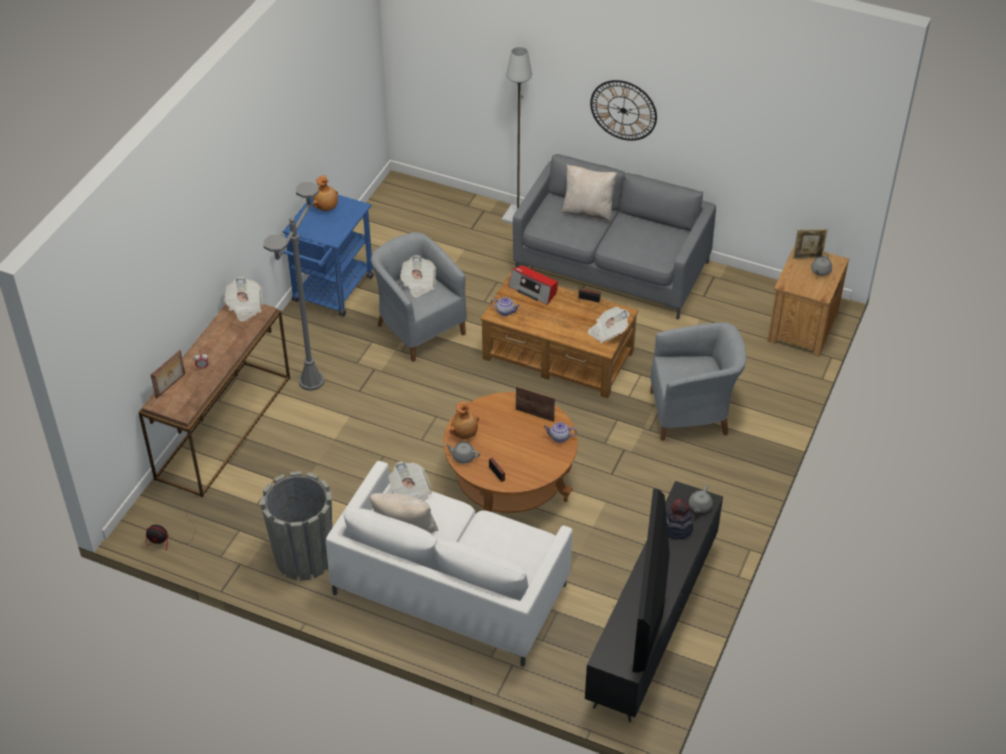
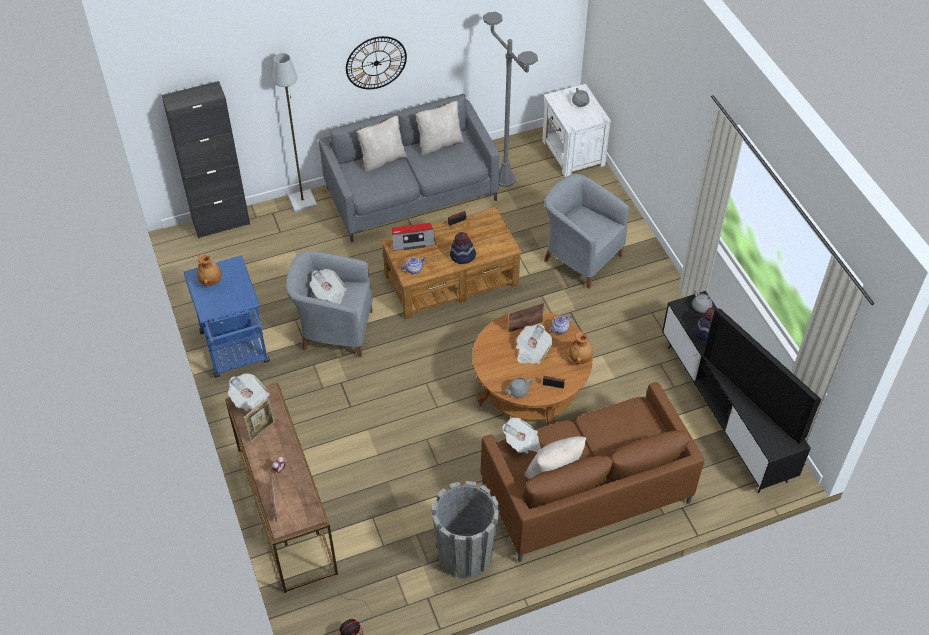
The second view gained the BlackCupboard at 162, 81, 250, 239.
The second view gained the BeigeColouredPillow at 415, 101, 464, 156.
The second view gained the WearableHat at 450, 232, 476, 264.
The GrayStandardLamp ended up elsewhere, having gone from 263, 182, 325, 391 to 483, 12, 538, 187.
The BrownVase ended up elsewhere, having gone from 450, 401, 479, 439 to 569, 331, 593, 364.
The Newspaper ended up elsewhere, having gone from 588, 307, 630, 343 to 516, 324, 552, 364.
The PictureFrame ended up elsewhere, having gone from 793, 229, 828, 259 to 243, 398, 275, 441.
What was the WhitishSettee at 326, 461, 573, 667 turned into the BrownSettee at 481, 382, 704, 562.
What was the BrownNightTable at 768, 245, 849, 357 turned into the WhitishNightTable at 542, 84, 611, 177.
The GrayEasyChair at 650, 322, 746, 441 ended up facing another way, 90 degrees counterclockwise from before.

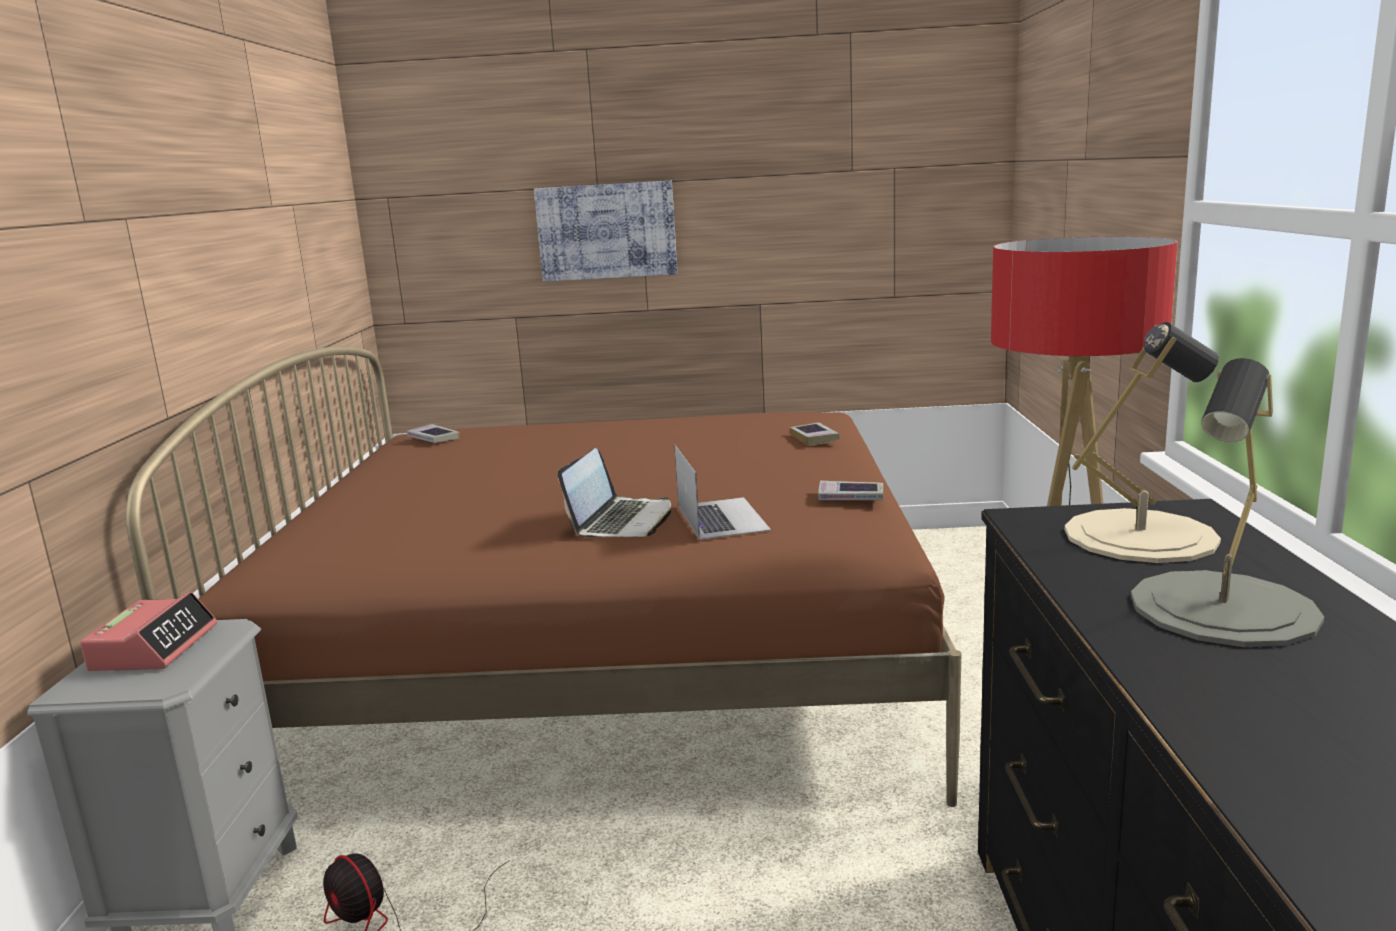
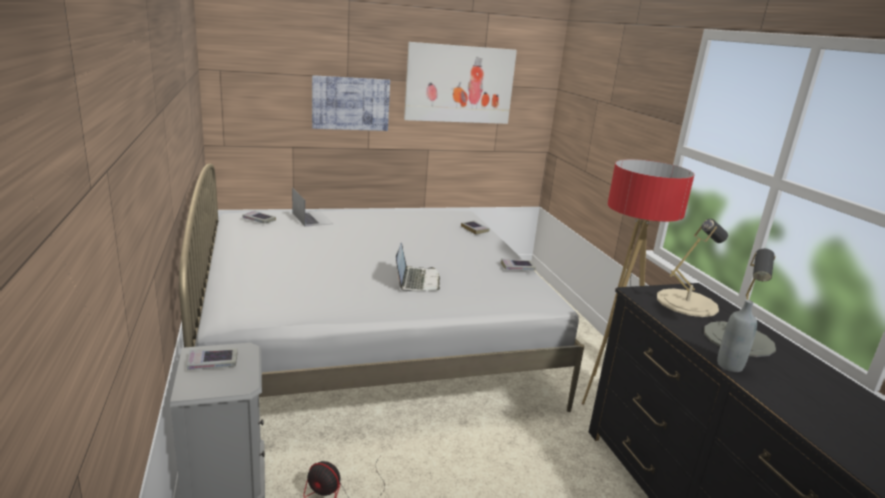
The second view gained the WallArt at 404, 42, 517, 124.
The second view gained the GrayDrinkBottle at 717, 300, 757, 372.
The NotebookComputer ended up elsewhere, having gone from 674, 445, 771, 540 to 292, 188, 333, 227.
Where the BedsideClock stood at 80, 592, 217, 671, the Book came to stand at 187, 348, 237, 370.
What was the BrownBed at 126, 346, 961, 807 turned into the WhitishBed at 179, 164, 584, 412.

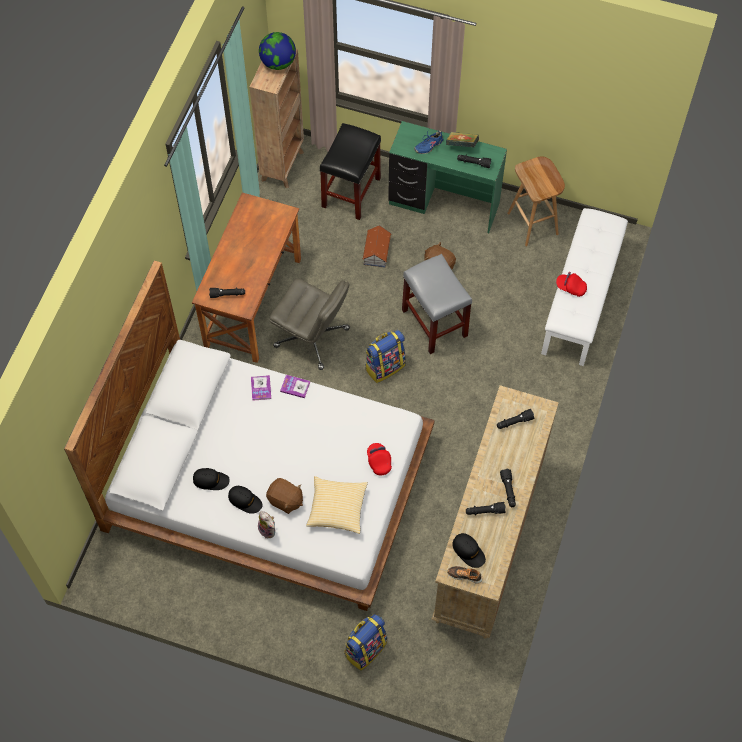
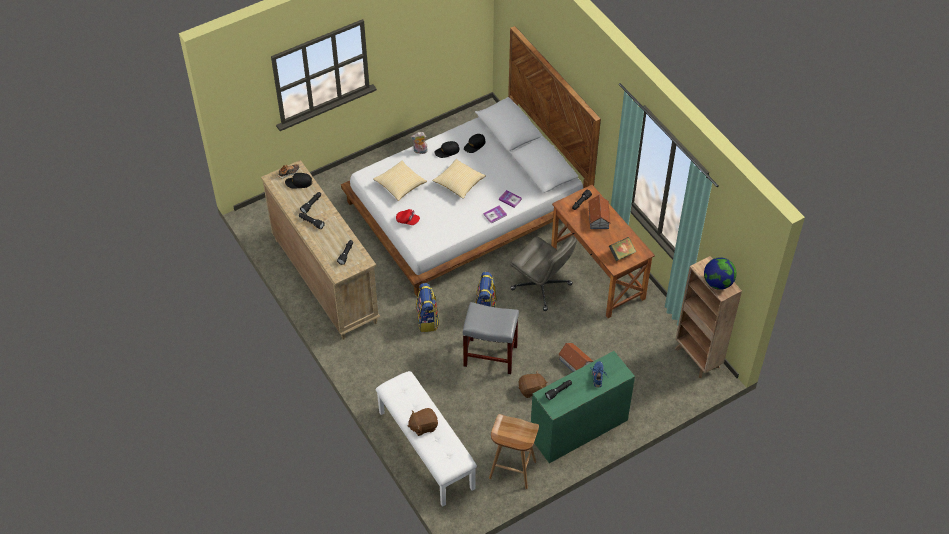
The second view lost the BlackStoolSeat at 320, 123, 381, 220.
The second view lost the ReddishPeakedCap at 556, 272, 587, 297.
The second view gained the Pillow at 432, 159, 486, 199.
The second view gained the ModelHouse at 588, 195, 611, 229.
The BrownSoftToy ended up elsewhere, having gone from 266, 478, 303, 514 to 407, 408, 438, 436.
The Knapsack ended up elsewhere, having gone from 345, 614, 387, 671 to 416, 283, 439, 332.
The Book ended up elsewhere, having gone from 446, 132, 479, 147 to 609, 237, 637, 261.
The GrayComputerChair at 269, 278, 350, 370 ended up facing another way, 120 degrees counterclockwise from before.

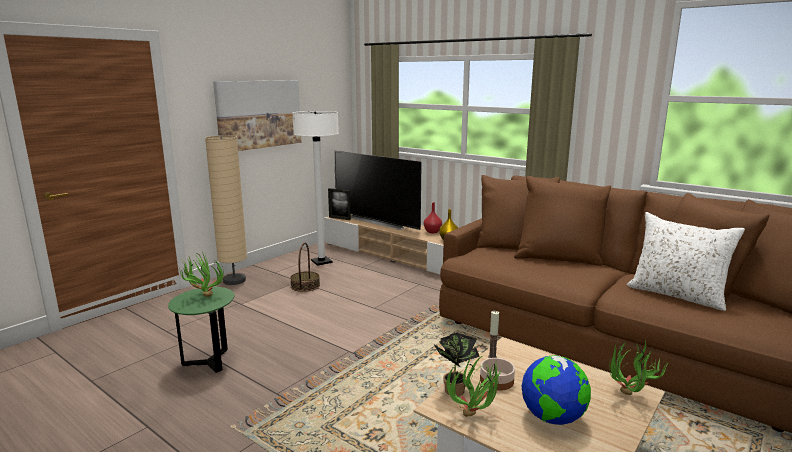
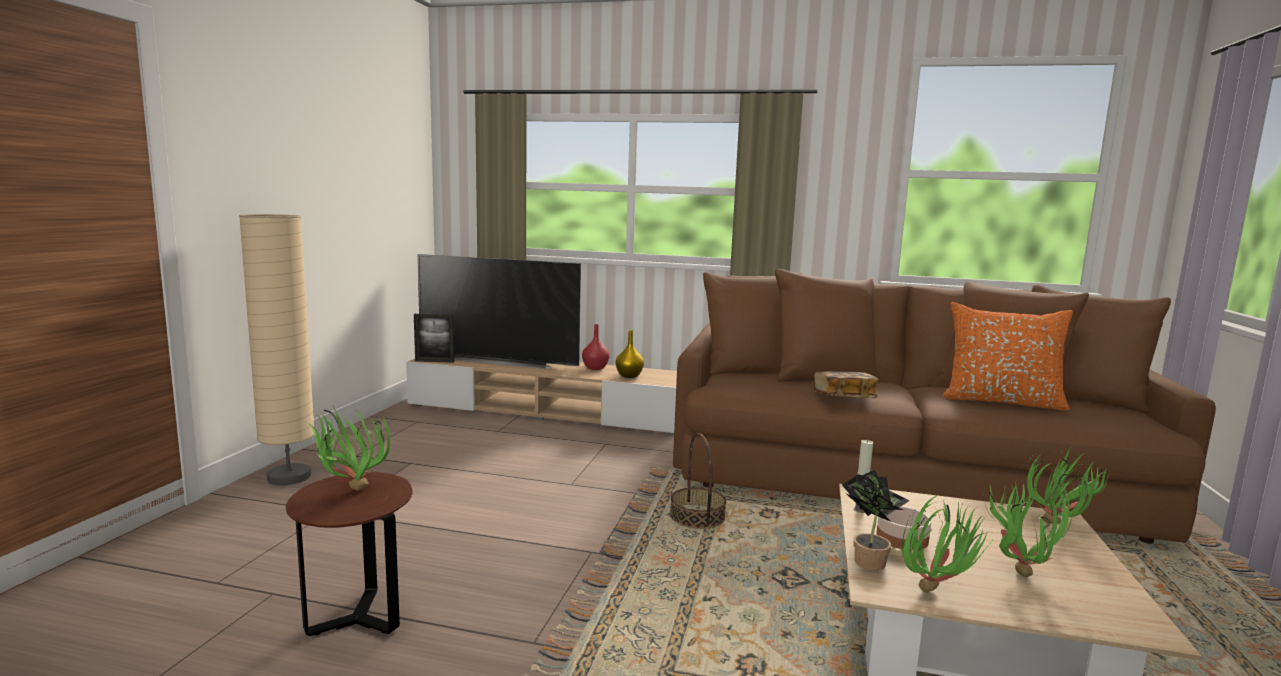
The second view lost the WallArt at 213, 80, 302, 151.
The second view lost the WhitishStandardLamp at 292, 111, 339, 266.
The second view gained the Book at 814, 371, 879, 398.
The StorageBasket ended up elsewhere, having gone from 290, 243, 320, 292 to 670, 433, 726, 529.
Where the DeskGlobe stood at 521, 355, 591, 425, the PottedPlant came to stand at 982, 482, 1076, 577.
What was the GreenAccentTable at 168, 287, 235, 373 turned into the BrownAccentTable at 286, 472, 413, 636.
What was the WhitishPillow at 627, 212, 745, 311 turned into the OrangePillow at 942, 302, 1073, 411.

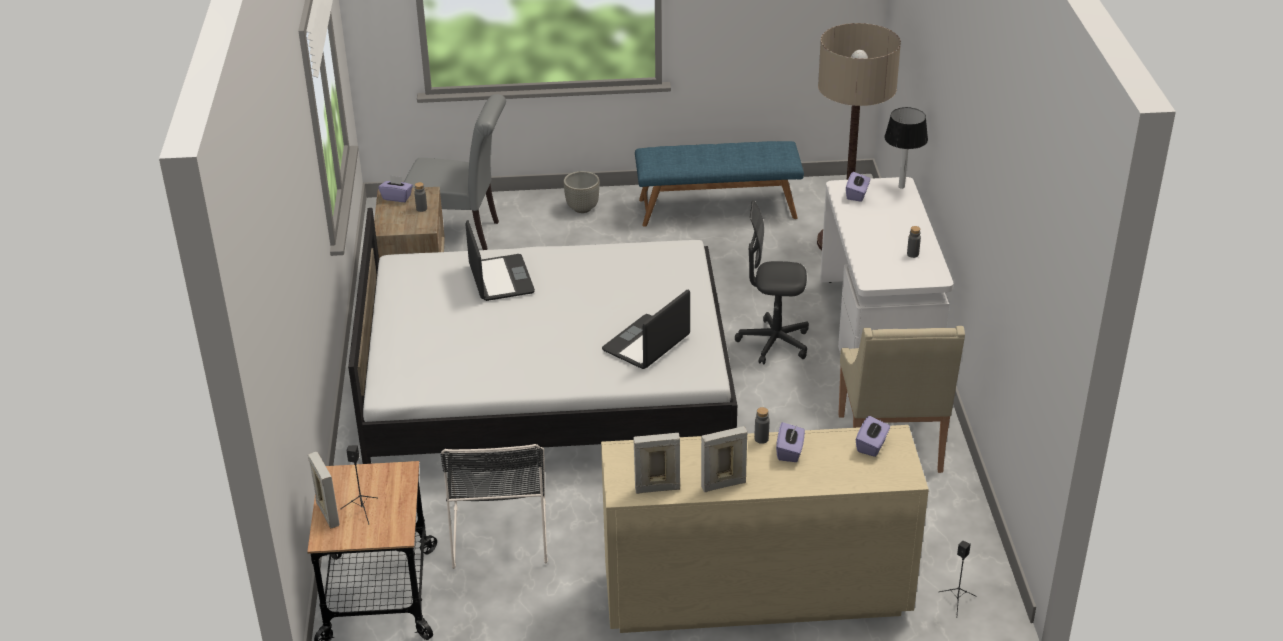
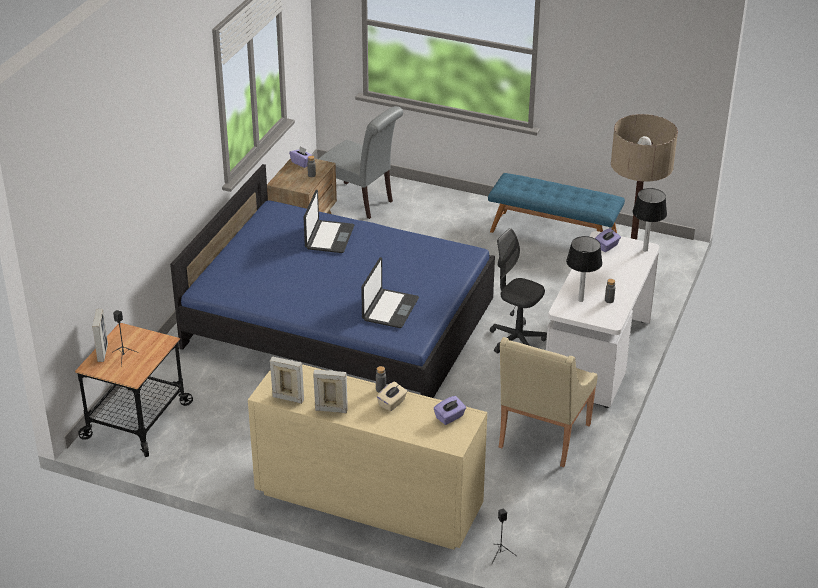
The second view lost the BlackChair at 440, 444, 548, 569.
The second view lost the GrayPlantPot at 563, 171, 600, 213.
The second view gained the LampForATable at 566, 236, 602, 302.
What was the WhitishBed at 348, 208, 737, 464 turned into the BlueBed at 170, 164, 495, 398.
What was the PurpleColouredBoxOfTissues at 776, 422, 805, 462 turned into the BeigeColouredBoxOfTissues at 377, 382, 407, 411.
The NotebookComputer at 602, 290, 690, 369 ended up facing another way, 135 degrees clockwise from before.

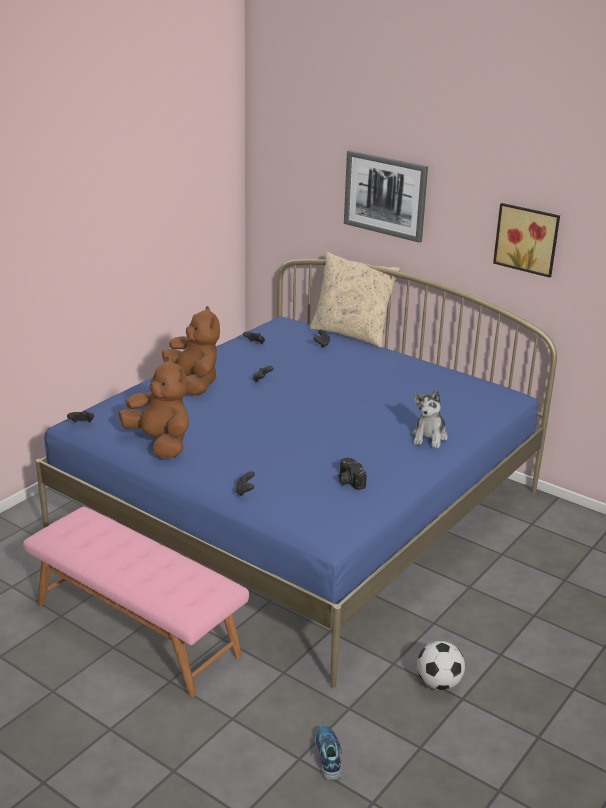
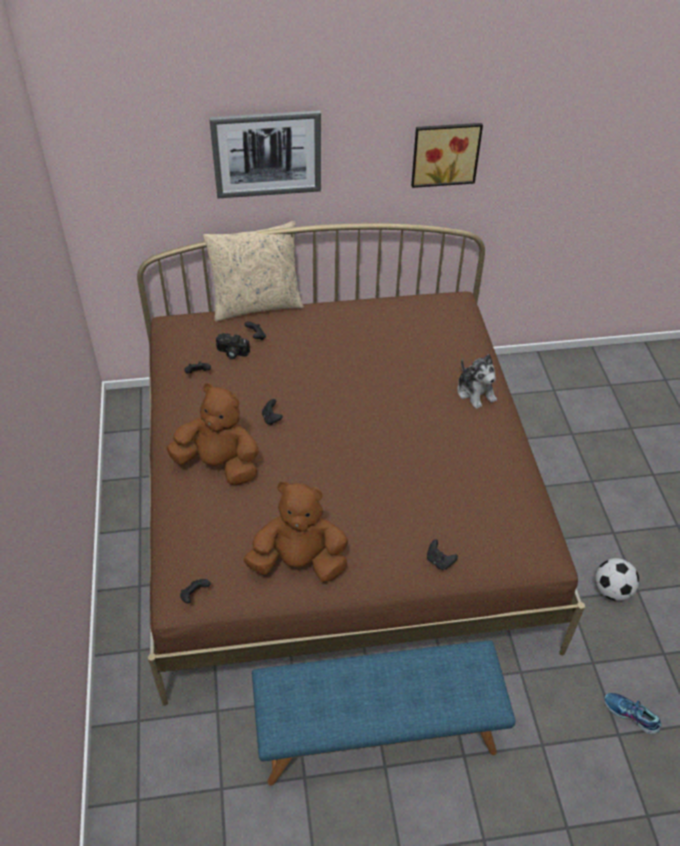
The StillCamera ended up elsewhere, having gone from 338, 457, 367, 490 to 216, 333, 250, 359.
What was the PinkColouredBench at 23, 507, 249, 697 turned into the BlueBench at 252, 640, 516, 786.
What was the BlueBed at 36, 259, 557, 688 turned into the BrownBed at 137, 223, 585, 706.

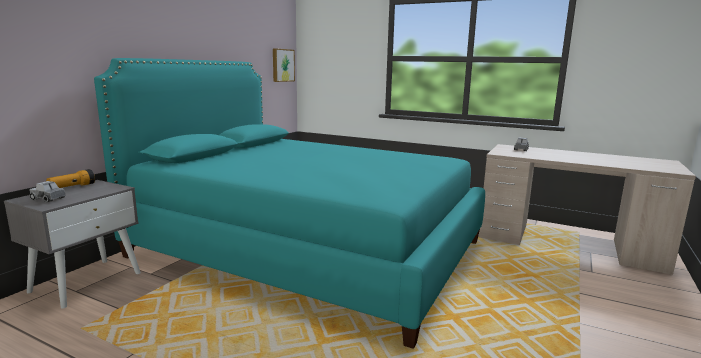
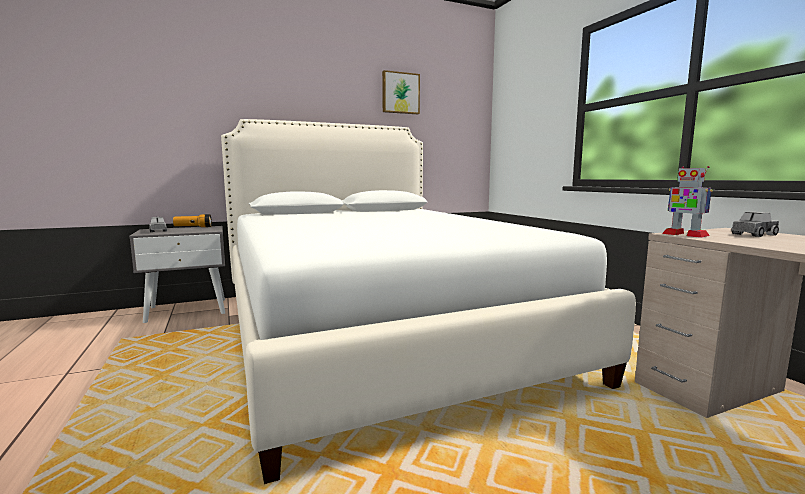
The second view gained the ModelRobot at 662, 166, 713, 238.
The WallArt ended up elsewhere, having gone from 273, 48, 295, 82 to 382, 70, 420, 114.
What was the TurquoiseBed at 94, 58, 485, 349 turned into the WhitishBed at 221, 119, 636, 484.

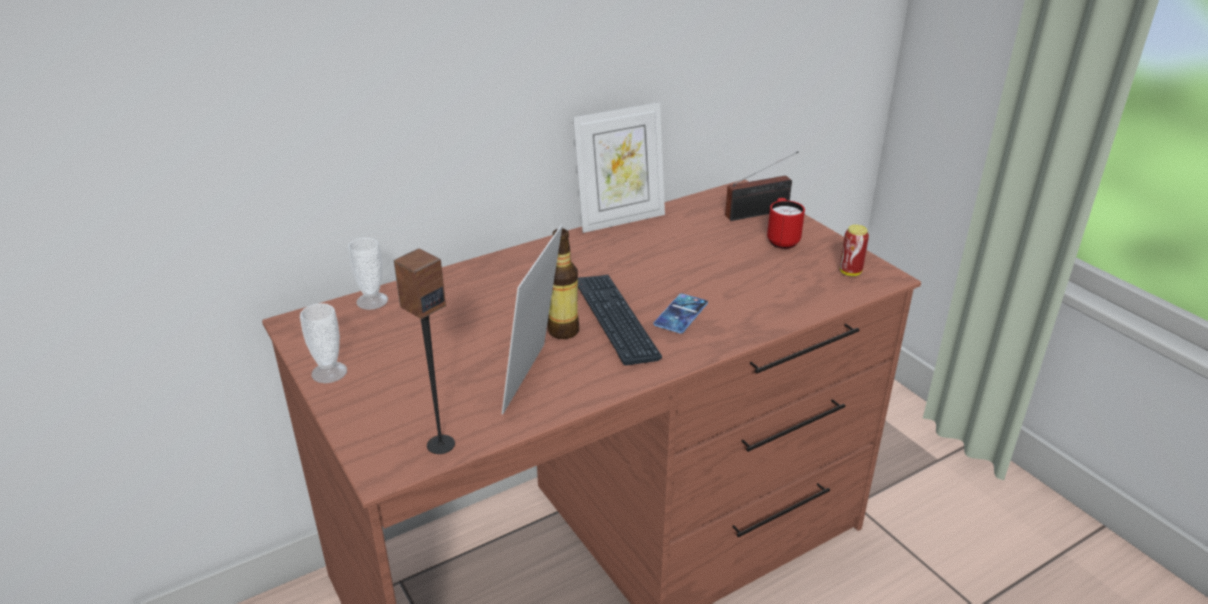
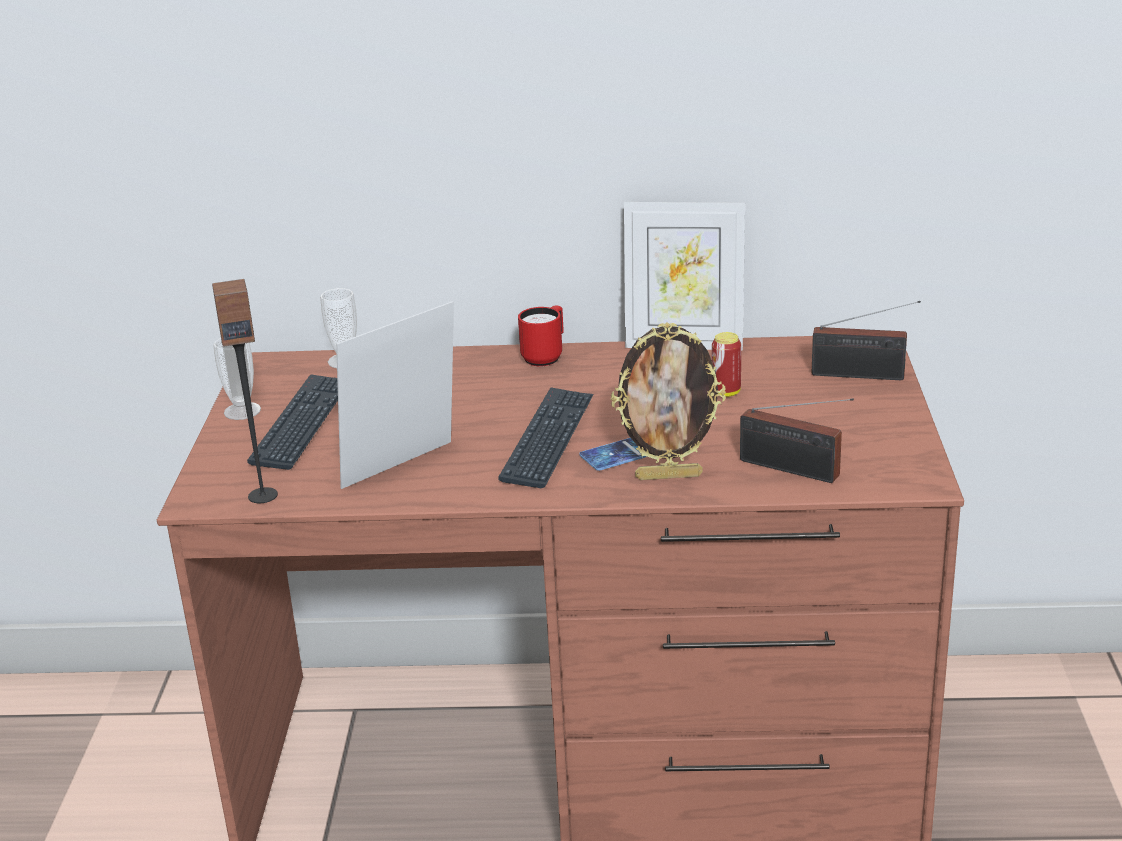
The second view lost the DrinkBottle at 547, 228, 579, 339.
The second view gained the ComputerKeyboard at 247, 374, 338, 470.
The second view gained the PictureFrame at 611, 322, 726, 480.
The second view gained the Radio at 740, 398, 854, 483.
The ReddishMug ended up elsewhere, having gone from 767, 198, 805, 249 to 518, 305, 564, 366.
The SealedCan ended up elsewhere, having gone from 840, 225, 869, 276 to 712, 332, 741, 397.

